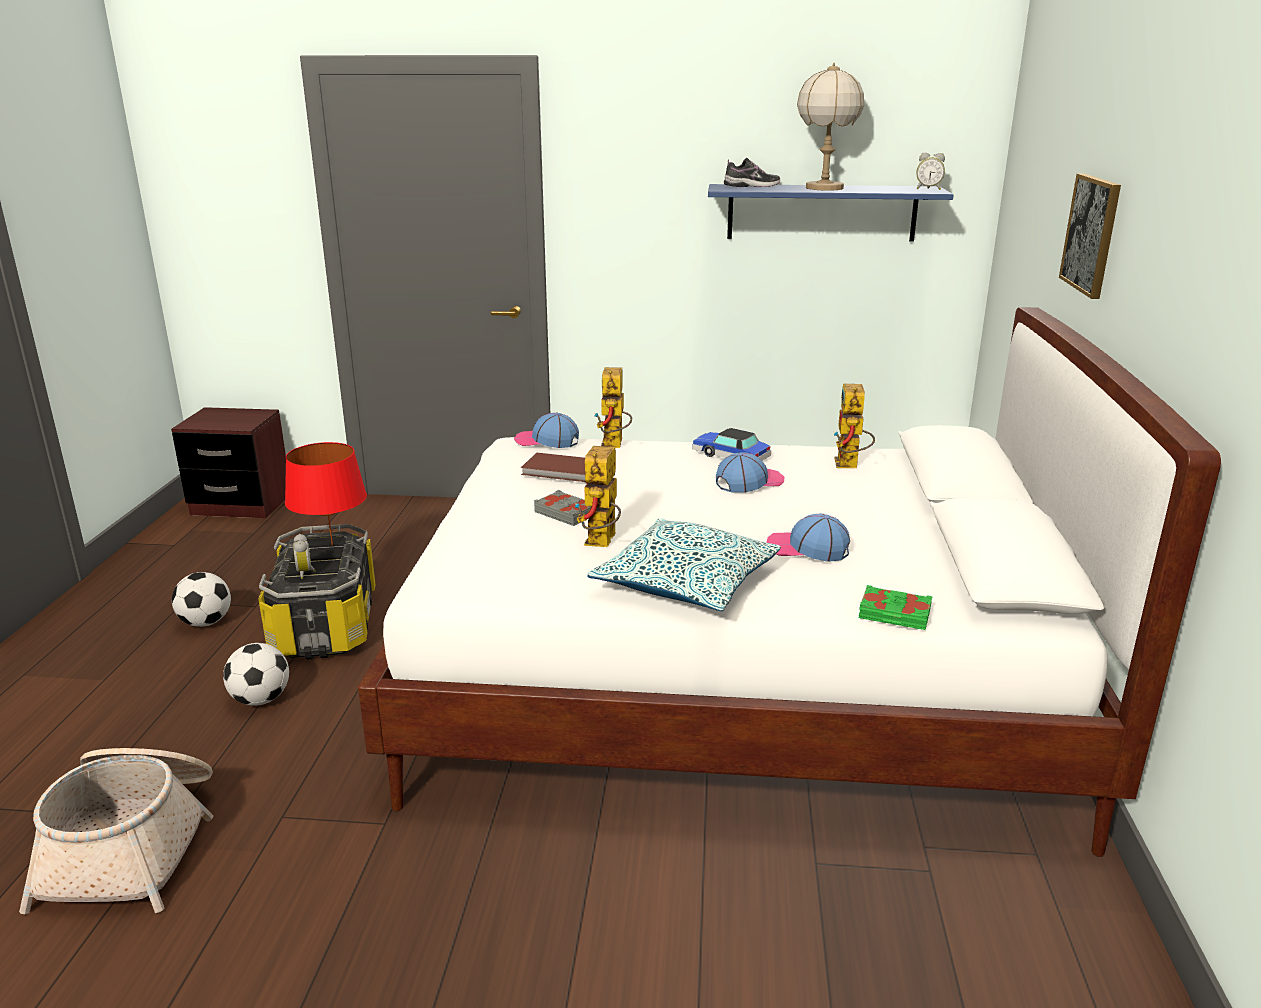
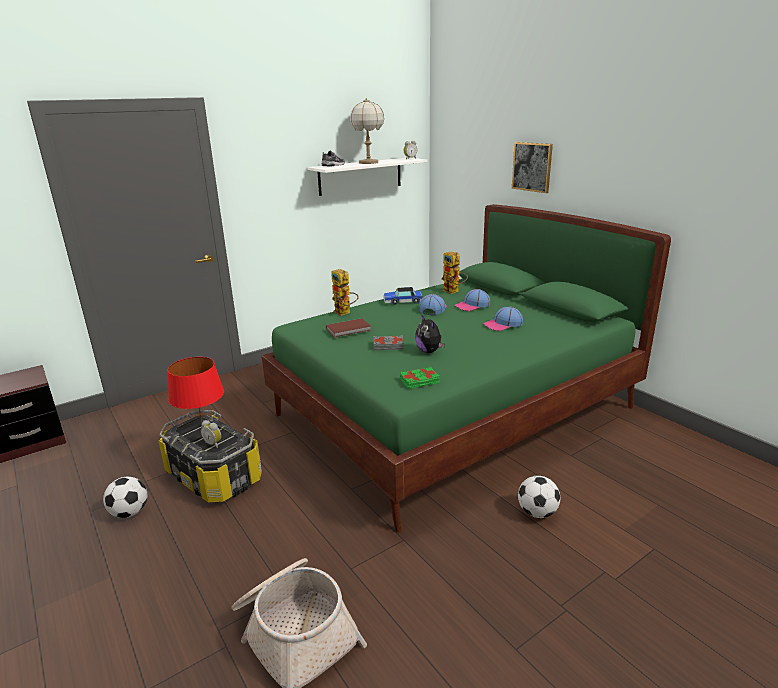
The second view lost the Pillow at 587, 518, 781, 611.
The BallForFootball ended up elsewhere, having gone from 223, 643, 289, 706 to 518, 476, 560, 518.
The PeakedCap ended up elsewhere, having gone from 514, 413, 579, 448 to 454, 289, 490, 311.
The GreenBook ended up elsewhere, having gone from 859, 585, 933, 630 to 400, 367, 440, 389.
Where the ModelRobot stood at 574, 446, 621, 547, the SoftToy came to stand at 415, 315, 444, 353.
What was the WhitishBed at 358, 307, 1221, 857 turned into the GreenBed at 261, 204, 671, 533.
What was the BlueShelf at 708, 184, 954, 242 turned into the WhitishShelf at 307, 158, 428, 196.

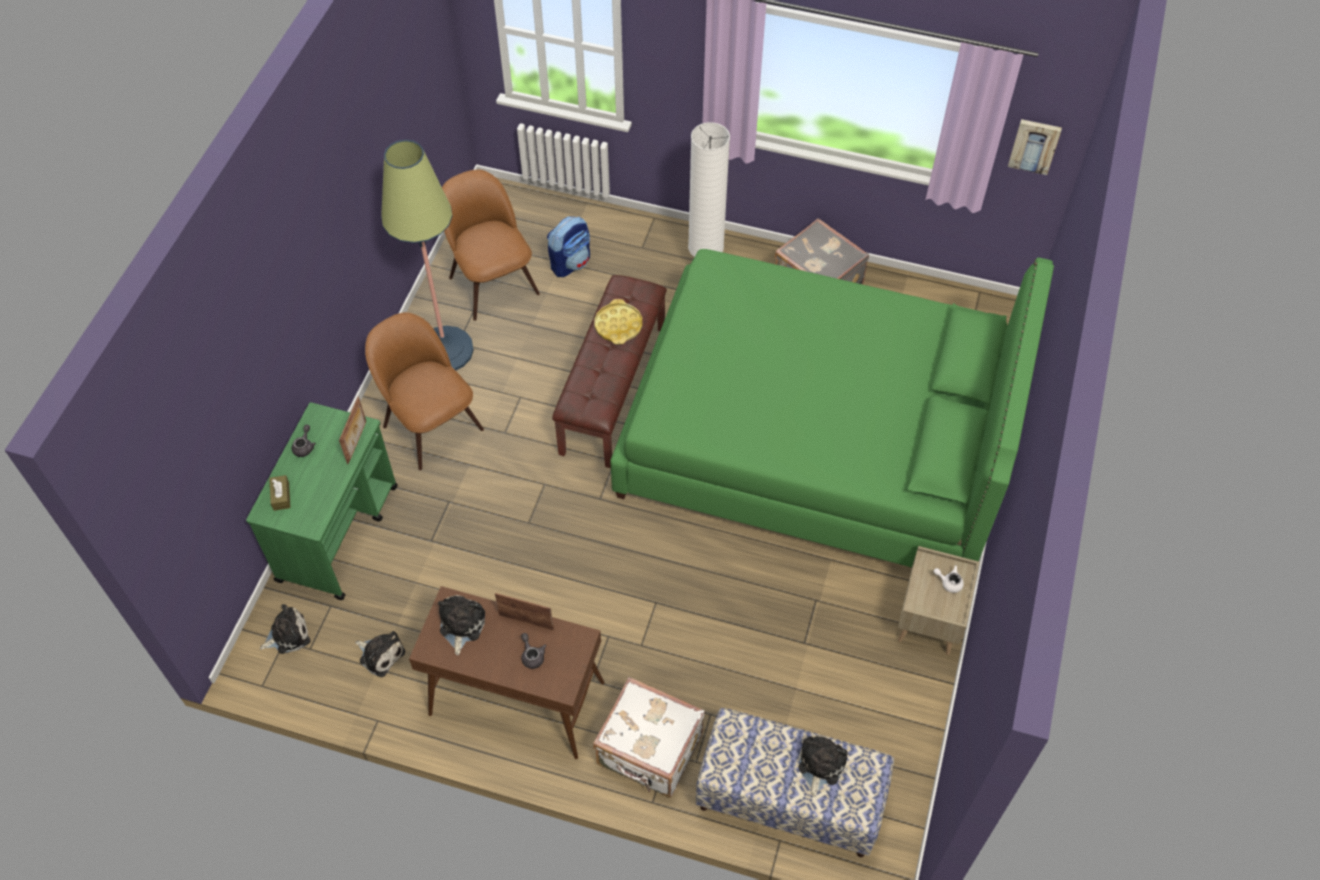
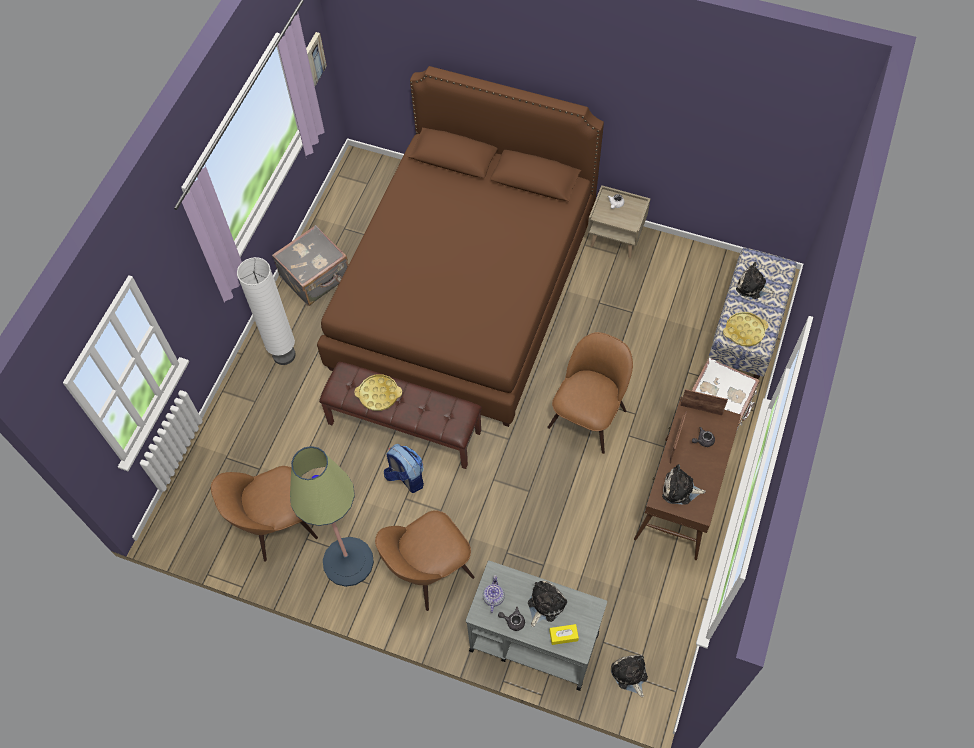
The second view gained the TeaPot at 483, 575, 505, 613.
The second view gained the BrownChair at 547, 332, 633, 454.
The second view gained the YellowishServingTray at 723, 312, 768, 347.
The PictureFrame ended up elsewhere, having gone from 339, 397, 366, 464 to 680, 389, 728, 415.
The SoftToy ended up elsewhere, having gone from 355, 631, 405, 677 to 528, 581, 567, 627.
The Knapsack ended up elsewhere, having gone from 547, 216, 590, 277 to 384, 444, 424, 493.
What was the GreenCart at 246, 402, 398, 600 turned into the GrayCart at 466, 561, 607, 691.
What was the BrownBoxOfTissues at 269, 475, 291, 511 turned into the YellowishBoxOfTissues at 549, 624, 579, 645.
What was the GreenBed at 610, 249, 1054, 567 turned into the BrownBed at 317, 66, 604, 427.

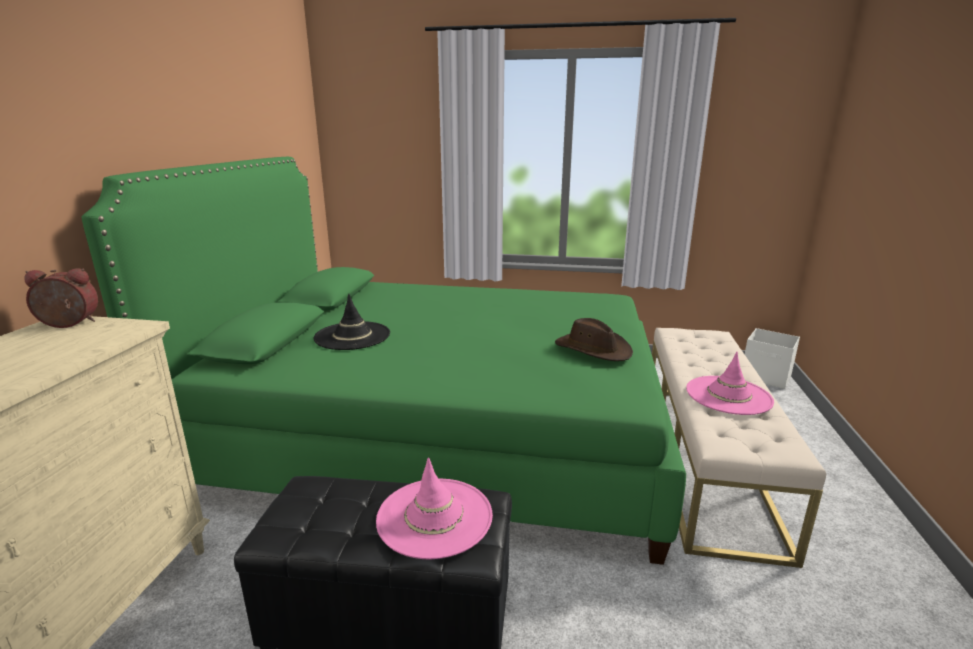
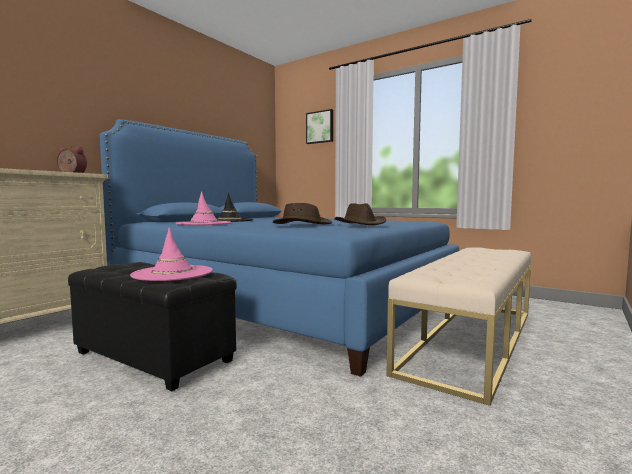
The second view lost the WhitishStorageContainer at 745, 328, 800, 389.
The second view gained the BrownWearableHat at 273, 203, 332, 224.
The second view gained the WallArt at 306, 109, 333, 144.
The PinkColouredWearableHat ended up elsewhere, having gone from 686, 352, 774, 415 to 176, 191, 231, 225.
What was the GreenBed at 81, 157, 686, 565 turned into the BlueBed at 100, 119, 459, 377.

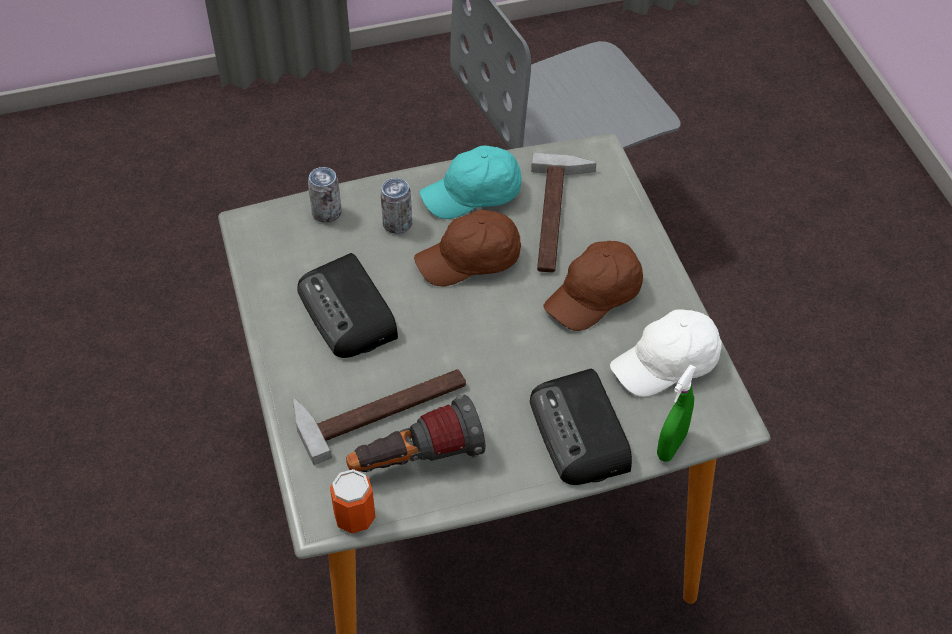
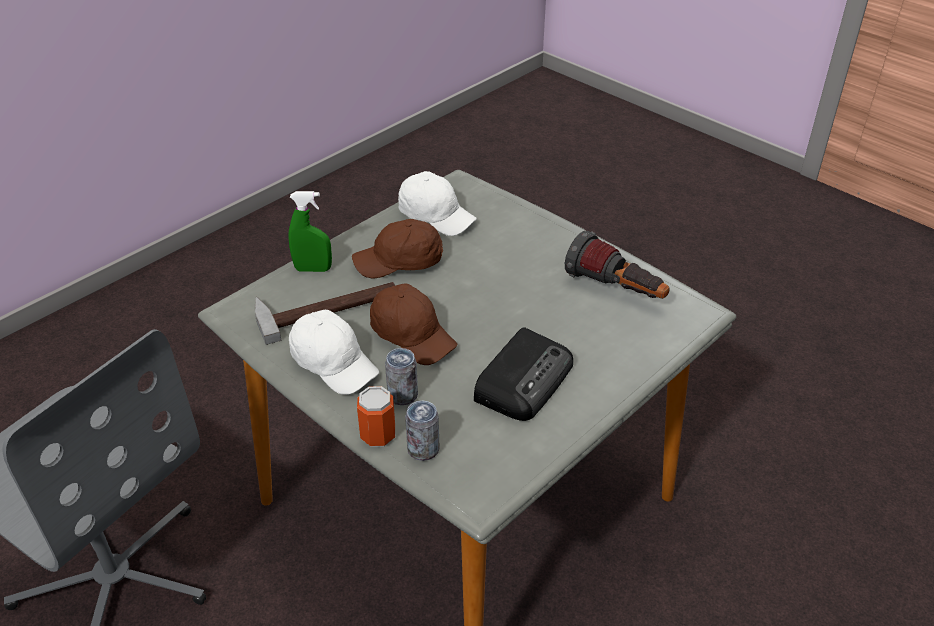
The second view lost the HandHammer at 292, 369, 466, 465.
The second view lost the Radio at 530, 368, 632, 485.
The SealedCan ended up elsewhere, having gone from 330, 469, 376, 534 to 357, 386, 395, 447.
The GreenHandSprayer ended up elsewhere, having gone from 657, 365, 696, 462 to 288, 191, 332, 272.
What was the TurquoisePeakedCap at 419, 146, 522, 219 turned into the WhitishPeakedCap at 289, 310, 379, 395.
The BrownPeakedCap at 543, 241, 643, 331 ended up facing another way, 150 degrees clockwise from before.

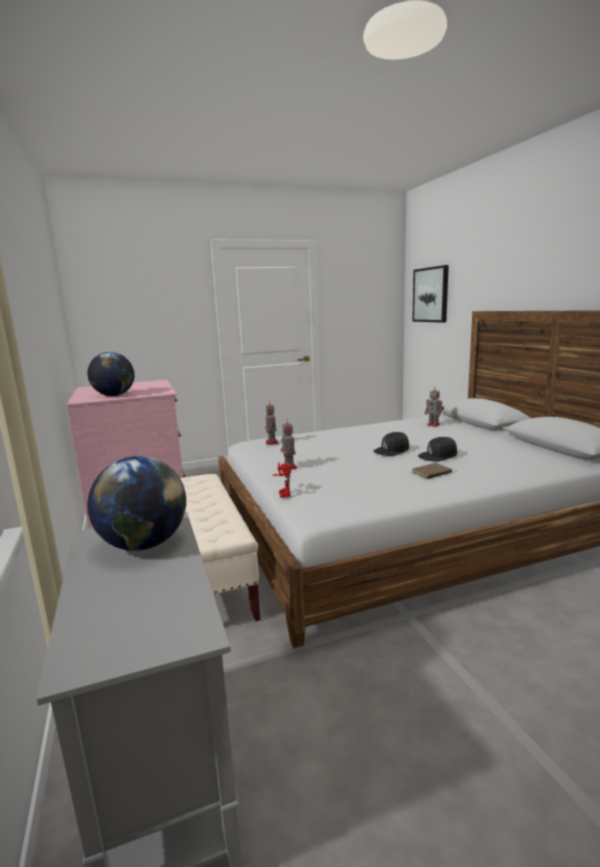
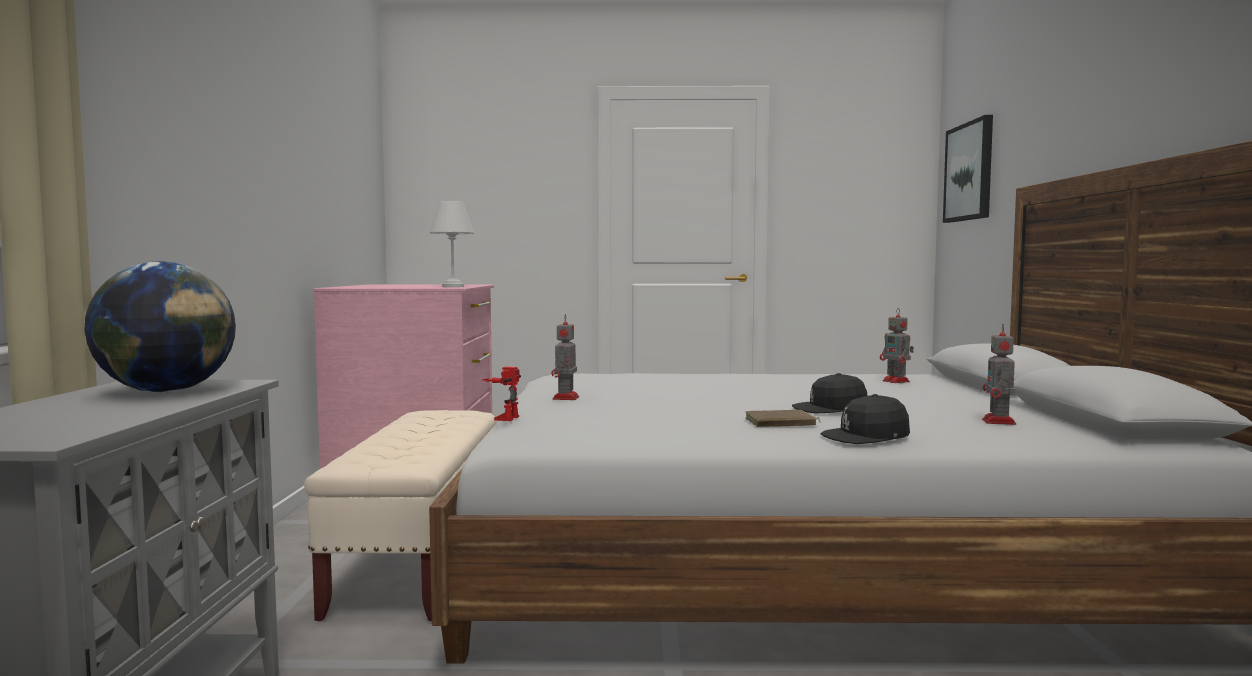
The second view lost the DeskGlobe at 87, 352, 135, 396.
The second view gained the WhitishLampForATable at 430, 201, 474, 287.
The ModelRobot ended up elsewhere, having gone from 265, 400, 278, 445 to 982, 324, 1016, 425.
The BlackPeakedCap ended up elsewhere, having gone from 374, 432, 409, 456 to 821, 394, 910, 444.

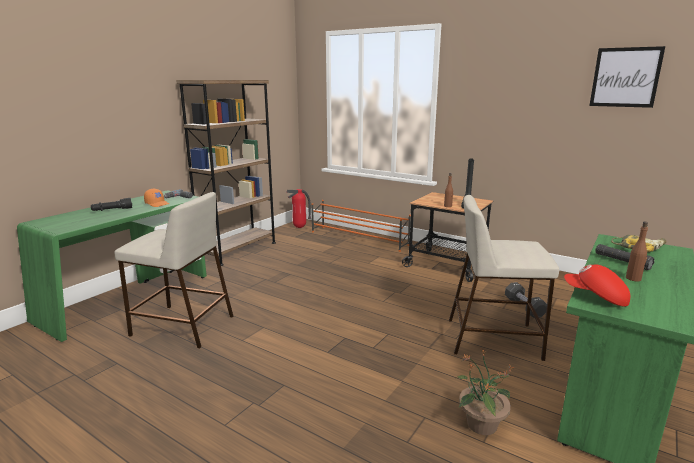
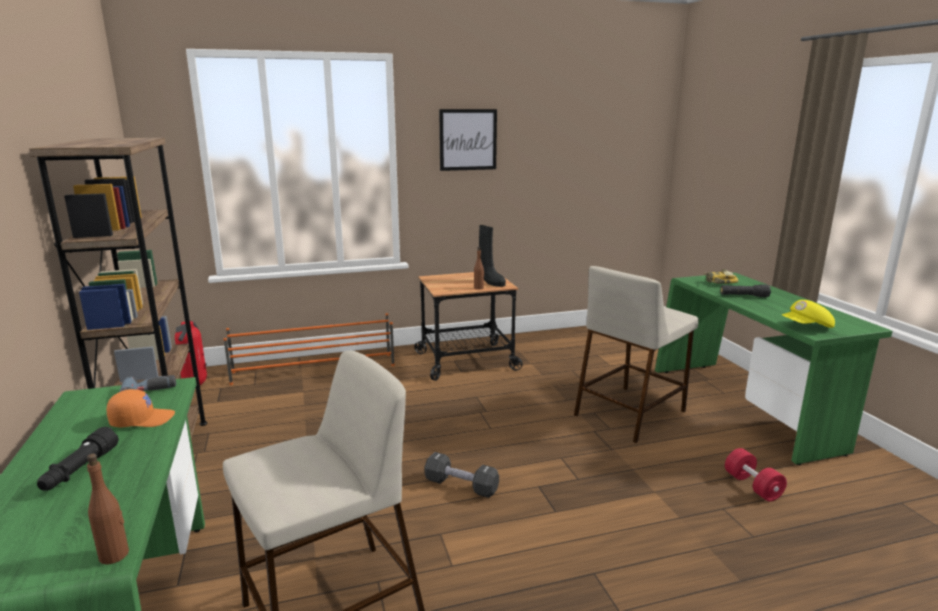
The BlackHandWeight ended up elsewhere, having gone from 505, 282, 547, 318 to 425, 452, 499, 498.
The WallArt ended up elsewhere, having gone from 589, 46, 665, 108 to 439, 109, 497, 171.
The BrownDrinkBottle ended up elsewhere, having gone from 626, 222, 648, 282 to 87, 453, 129, 565.
Where the PottedPlant stood at 456, 349, 514, 435, the ReddishHandWeight came to stand at 725, 448, 787, 501.
What was the ReddishPeakedCap at 564, 264, 630, 307 turned into the YellowishPeakedCap at 782, 300, 835, 328.

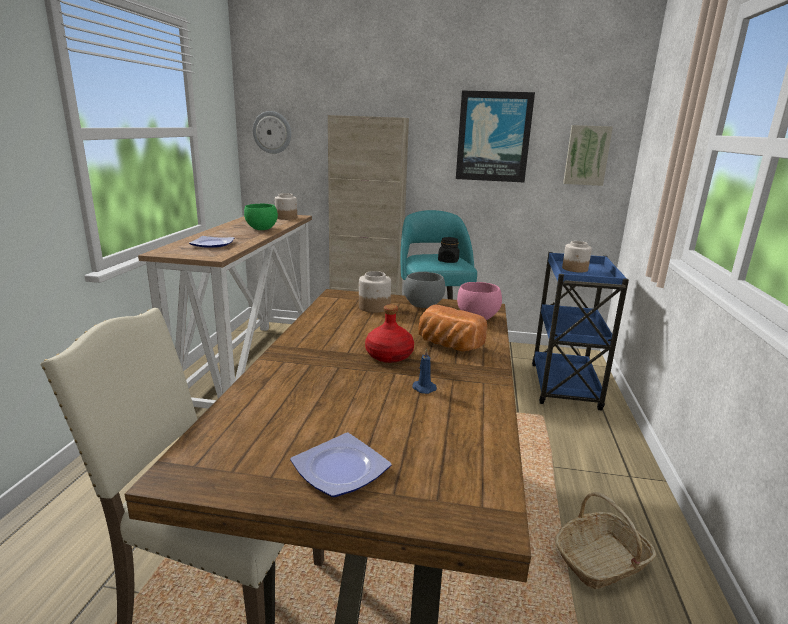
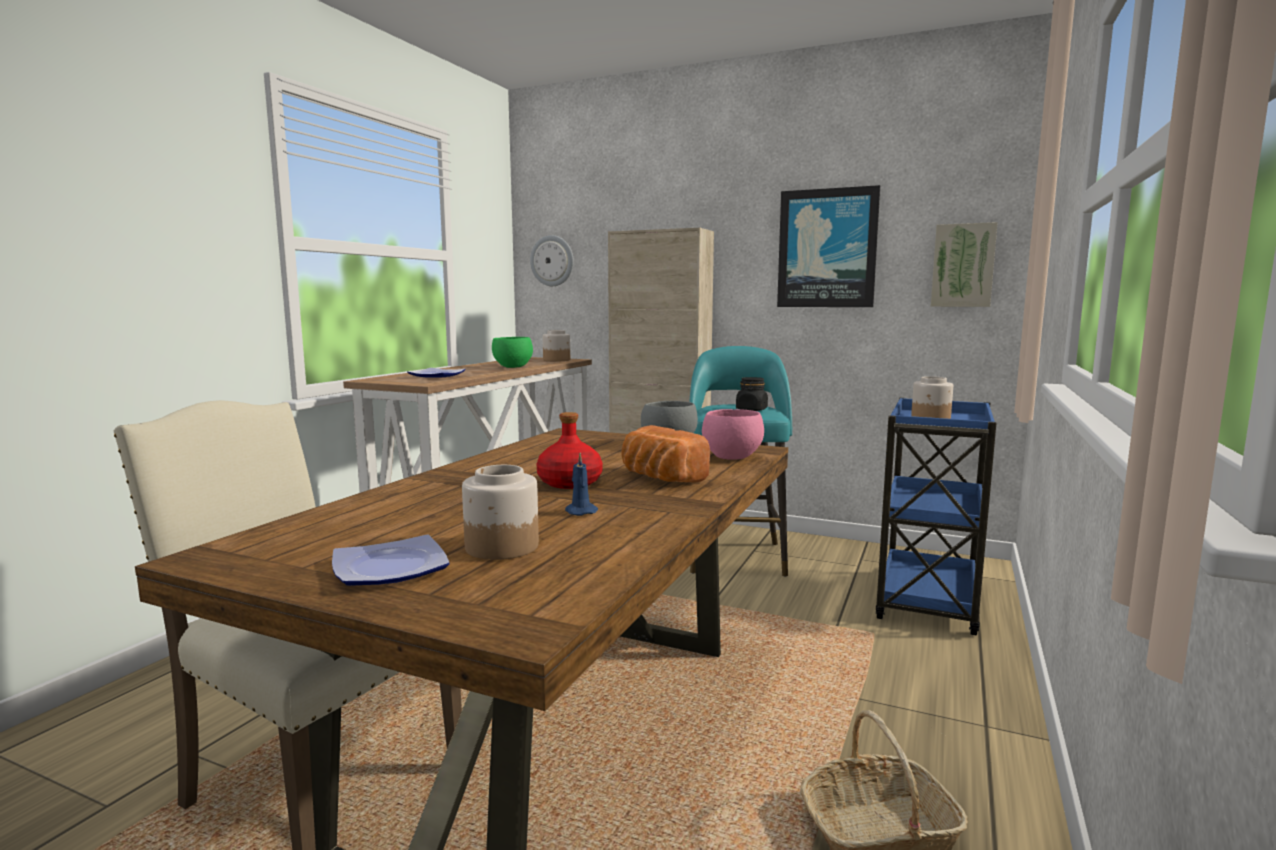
The PreserveJar ended up elsewhere, having gone from 359, 271, 391, 313 to 462, 465, 539, 560.

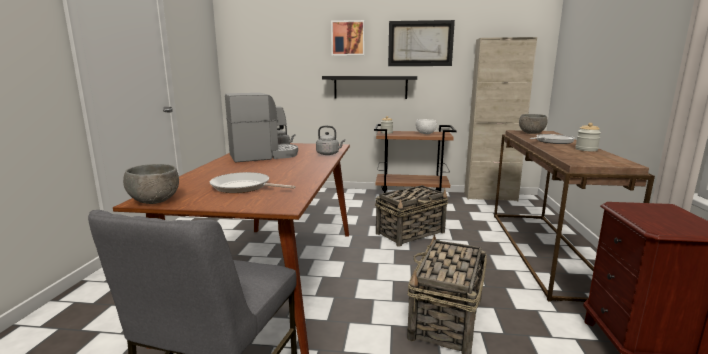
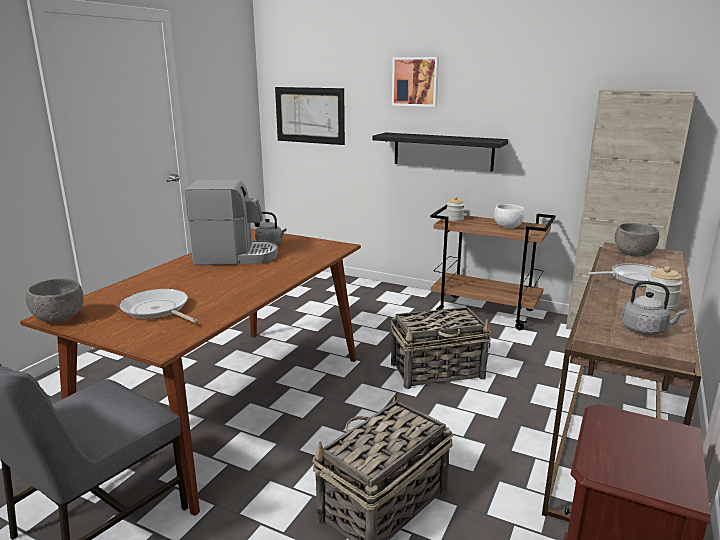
The GrayKettle ended up elsewhere, having gone from 316, 126, 345, 155 to 621, 281, 687, 335.
The WallArt ended up elsewhere, having gone from 388, 20, 455, 66 to 275, 87, 345, 145.

